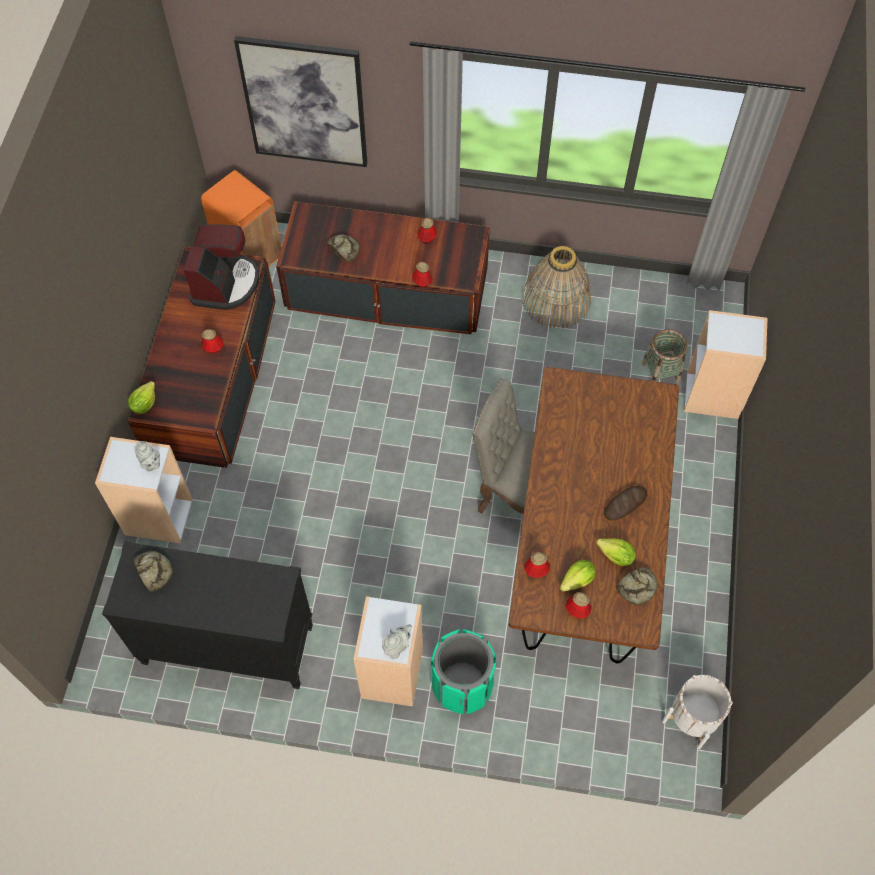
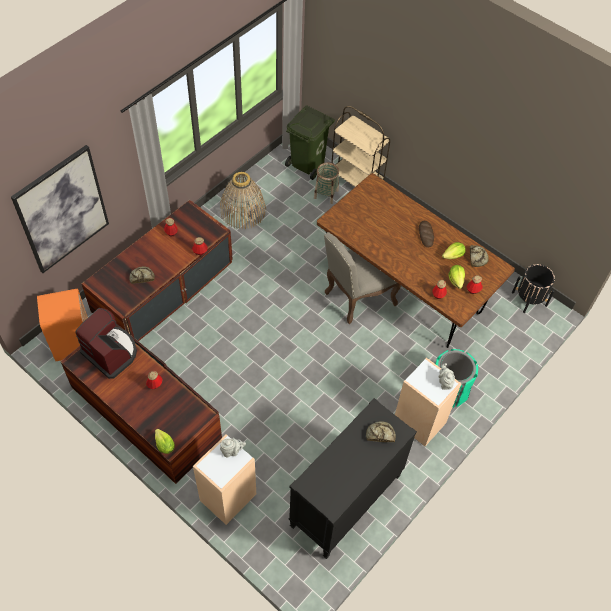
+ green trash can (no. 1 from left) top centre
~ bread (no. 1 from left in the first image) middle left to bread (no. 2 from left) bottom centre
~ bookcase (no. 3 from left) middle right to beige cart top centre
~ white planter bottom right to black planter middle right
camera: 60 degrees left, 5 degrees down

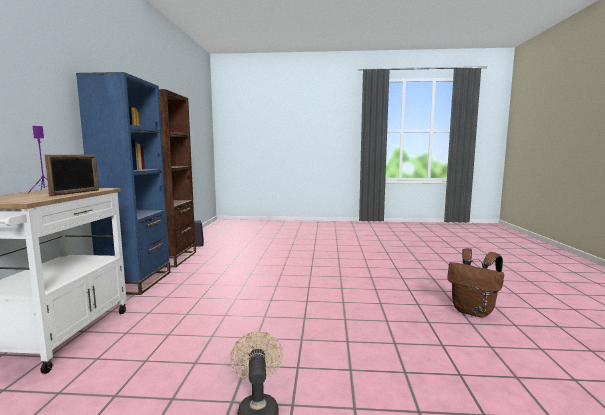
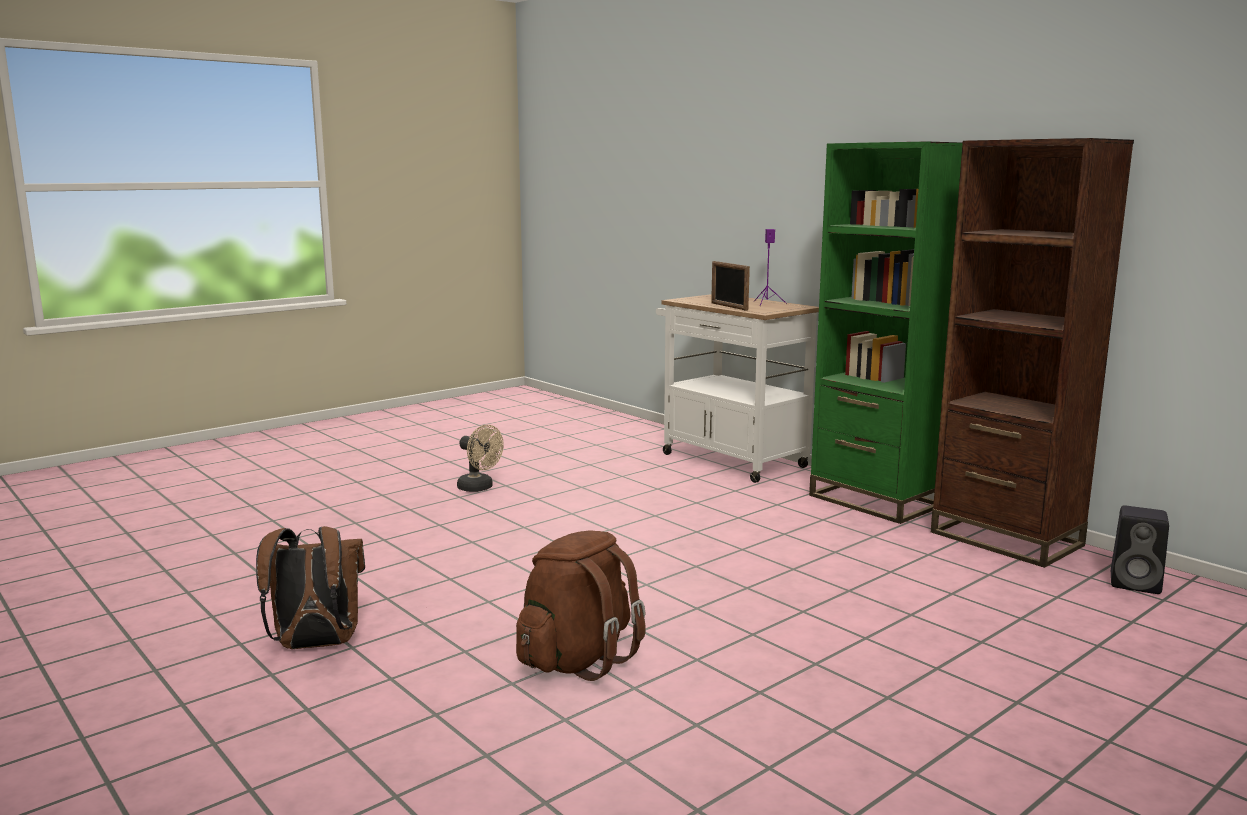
+ brown backpack (no. 2 from left) bottom centre
~ blue bookcase middle left to green bookcase middle right
camera: 135 degrees right, 5 degrees up

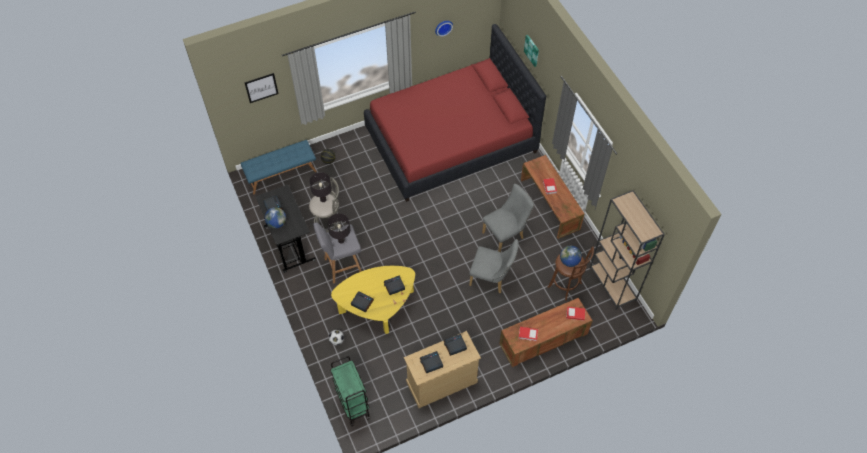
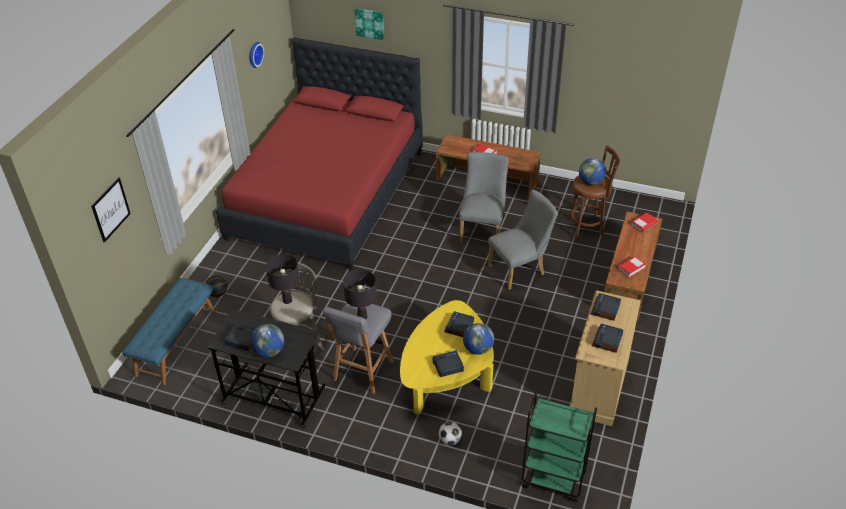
- bookcase middle right
+ globe (no. 2 from left) centre
camera: 45 degrees left, 15 degrees down

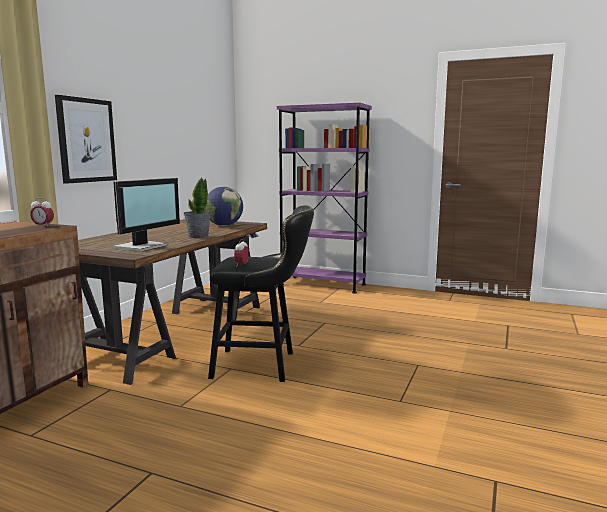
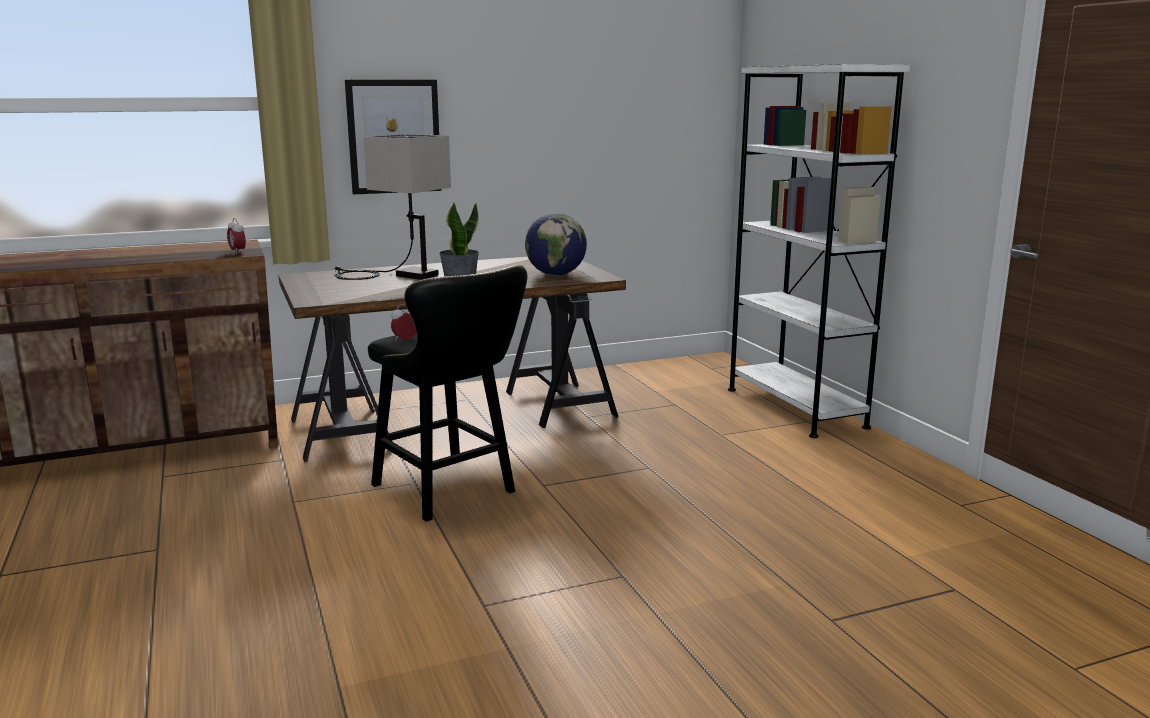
- monitor middle left
+ table lamp top centre
~ purple bookcase centre to white bookcase middle right
camera: 45 degrees right, 5 degrees up

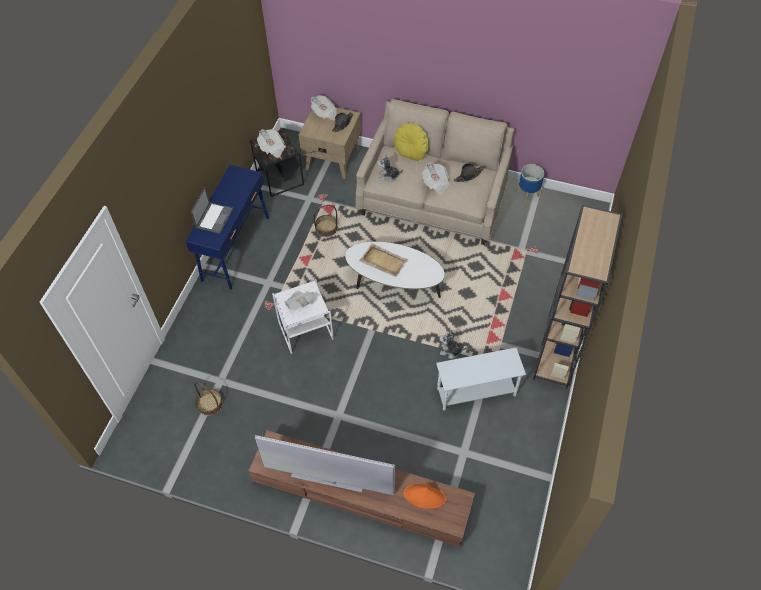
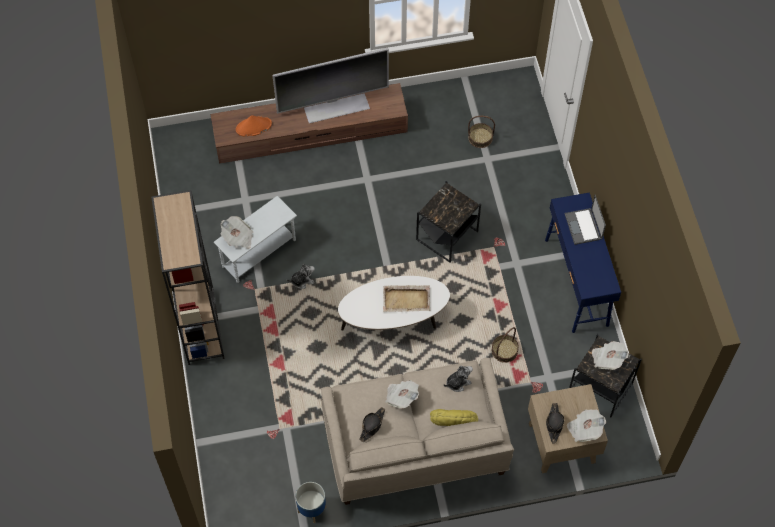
~ newspaper (no. 2 from left in the first image) centre to newspaper (no. 1 from left) middle left
~ white side table (no. 1 from left) centre to black side table (no. 1 from left) centre
camera: 150 degrees right, 5 degrees up

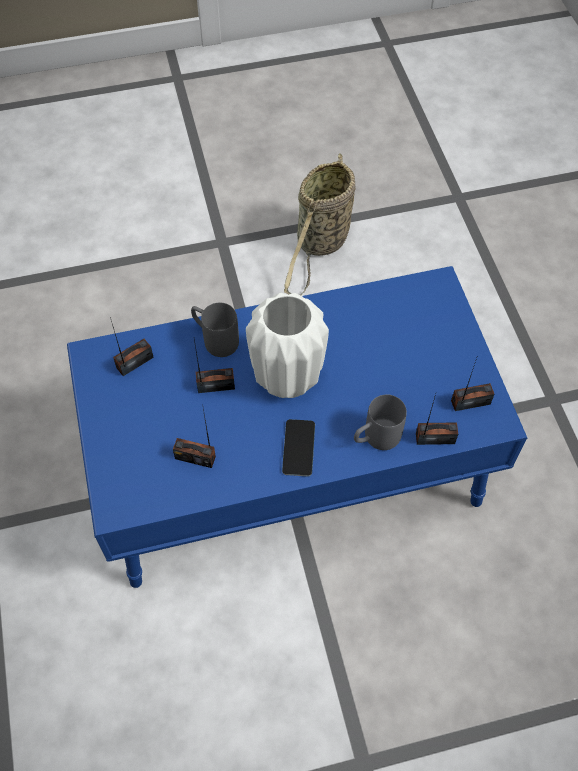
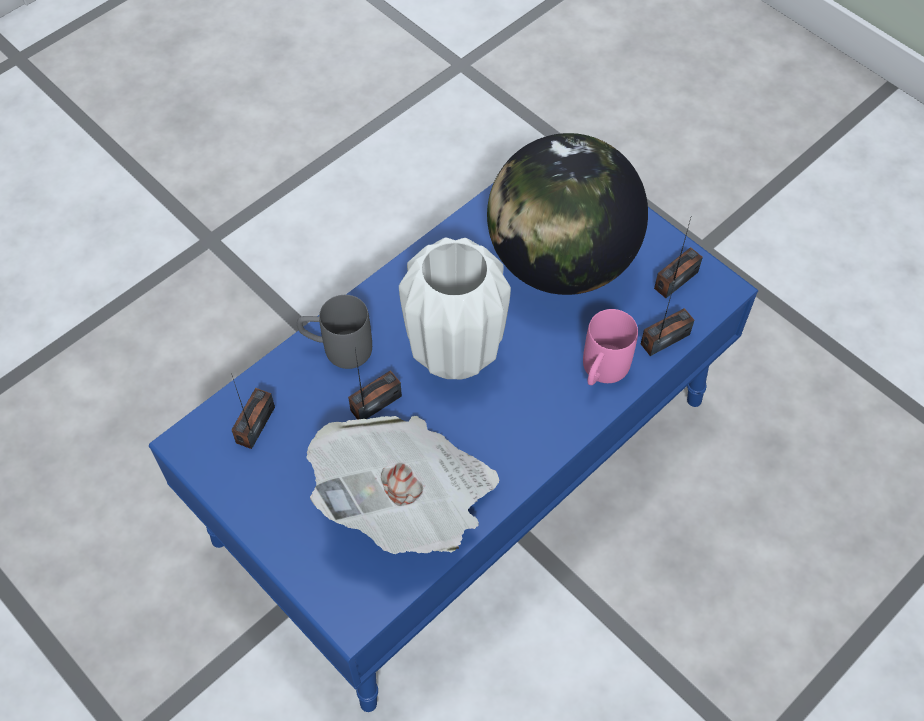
- phone centre
- basket top centre
+ globe top centre
~ radio (no. 2 from left) centre to newspaper bottom centre
~ grey mug (no. 2 from left) centre to pink mug centre
camera: 30 degrees left, 0 degrees up

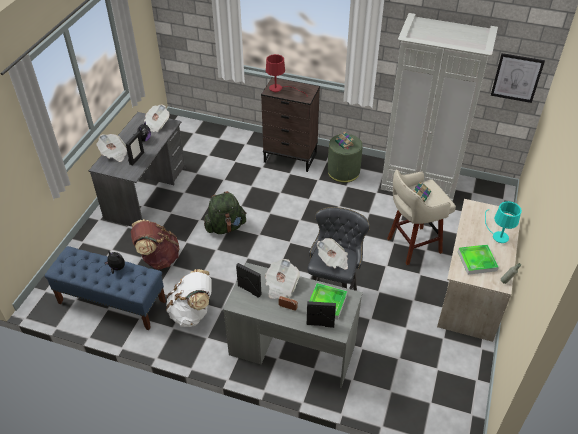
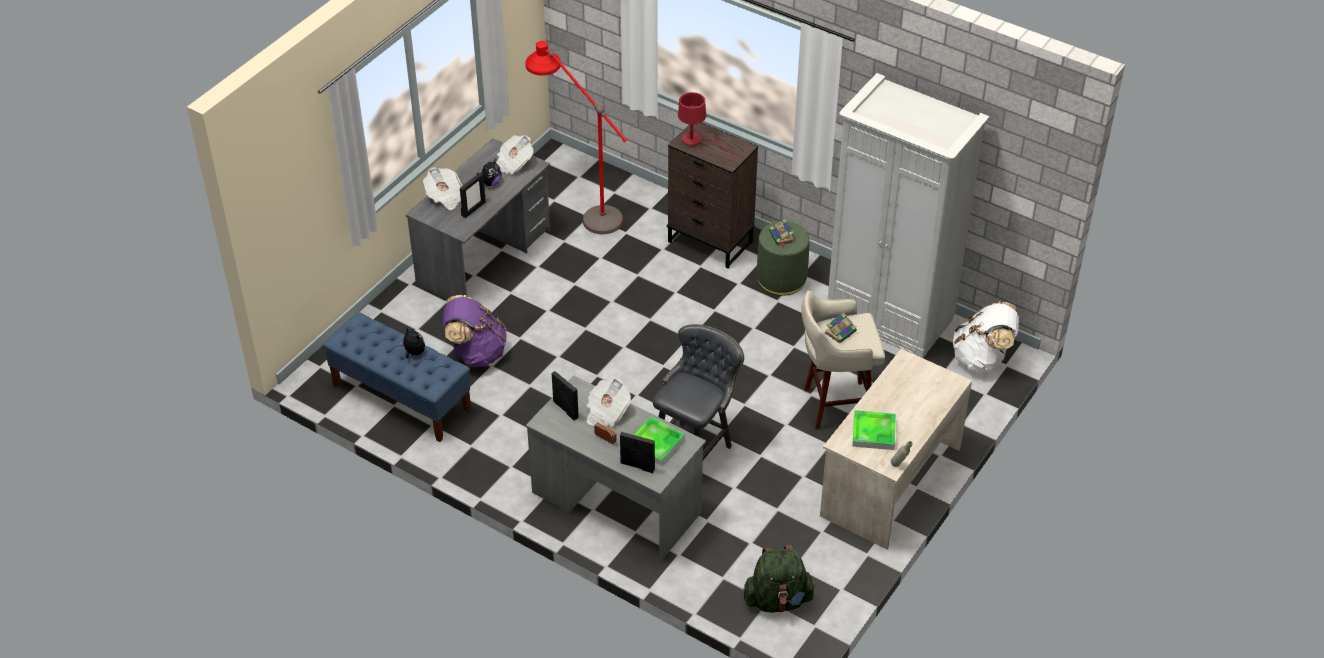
- newspaper (no. 4 from left) centre
- turquoise table lamp middle right
- picture top right
+ red floor lamp top centre
~ white backpack bottom left to middle right
~ green backpack centre to bottom centre
~ brown backpack middle left to purple backpack centre
camera: 15 degrees right, 0 degrees up

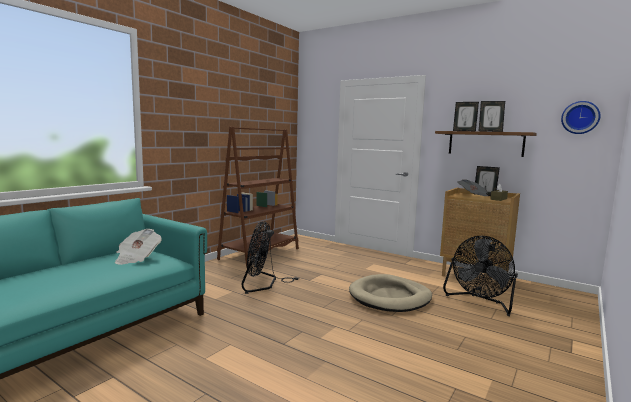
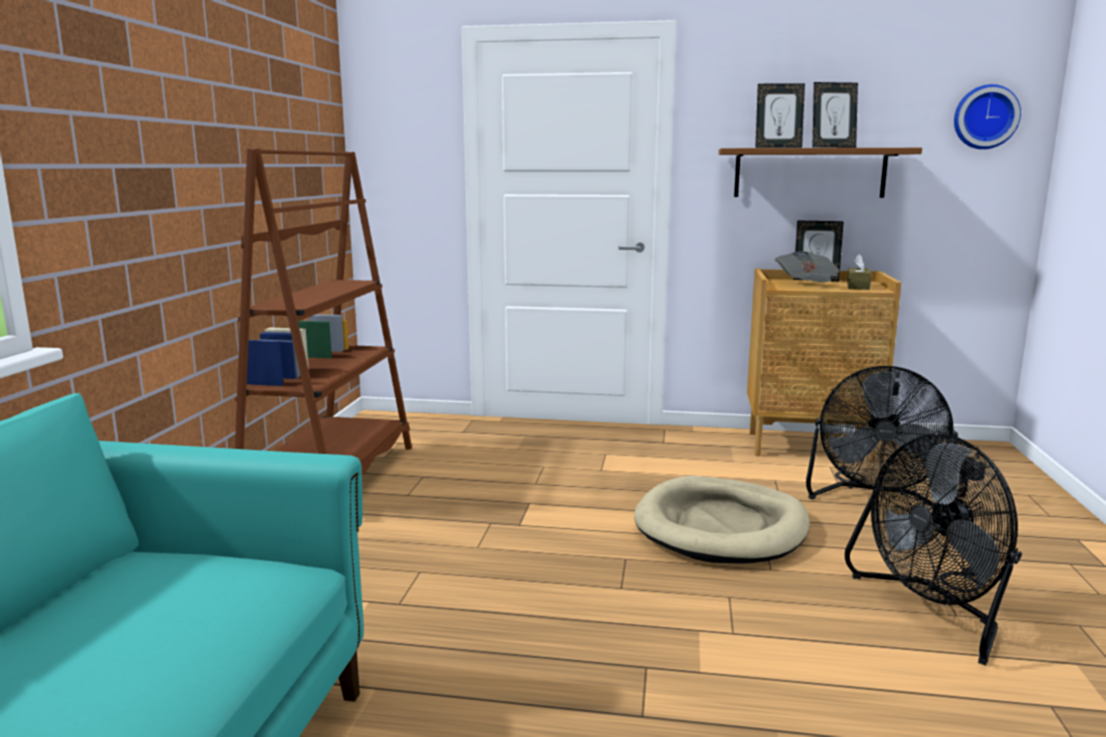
- newspaper (no. 1 from left) middle left
~ black fan (no. 1 from left in the first image) centre to black fan (no. 2 from left) bottom right
camera: 25 degrees left, 5 degrees up

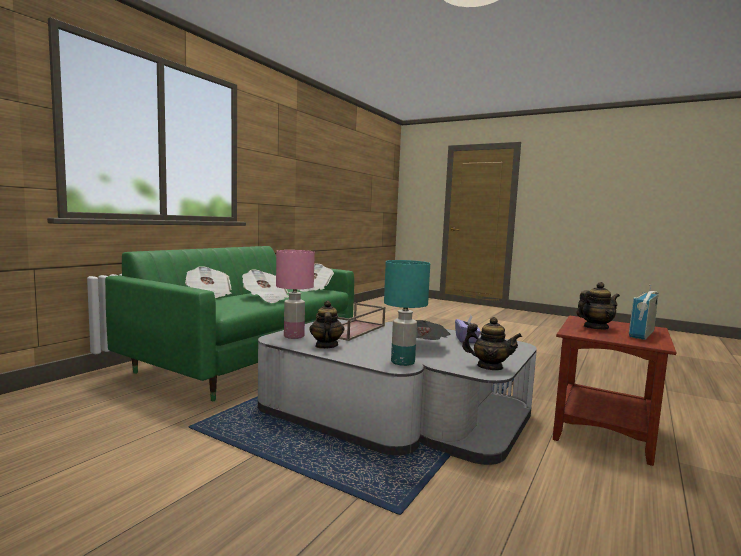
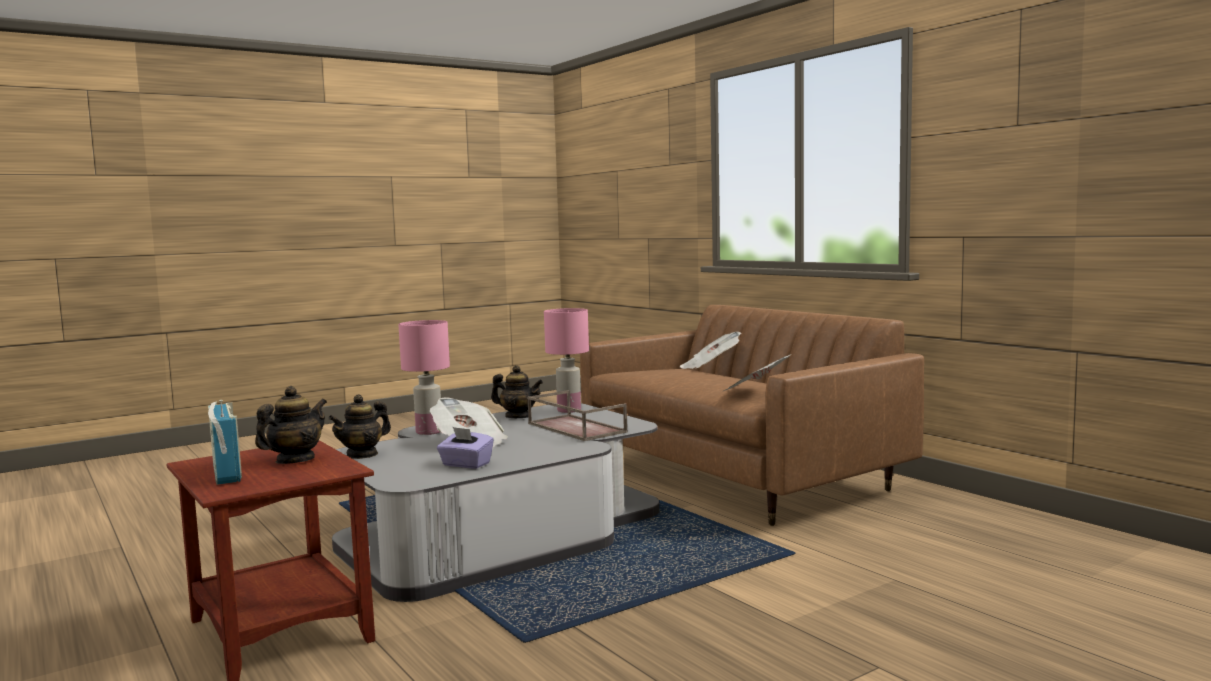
- newspaper (no. 2 from left) centre
~ green sofa middle left to brown sofa centre
~ turquoise table lamp centre to pink table lamp (no. 1 from left) centre
~ teapot (no. 3 from left in the first image) middle right = middle left 150 degrees counterclockwise
camera: 115 degrees right, 0 degrees up

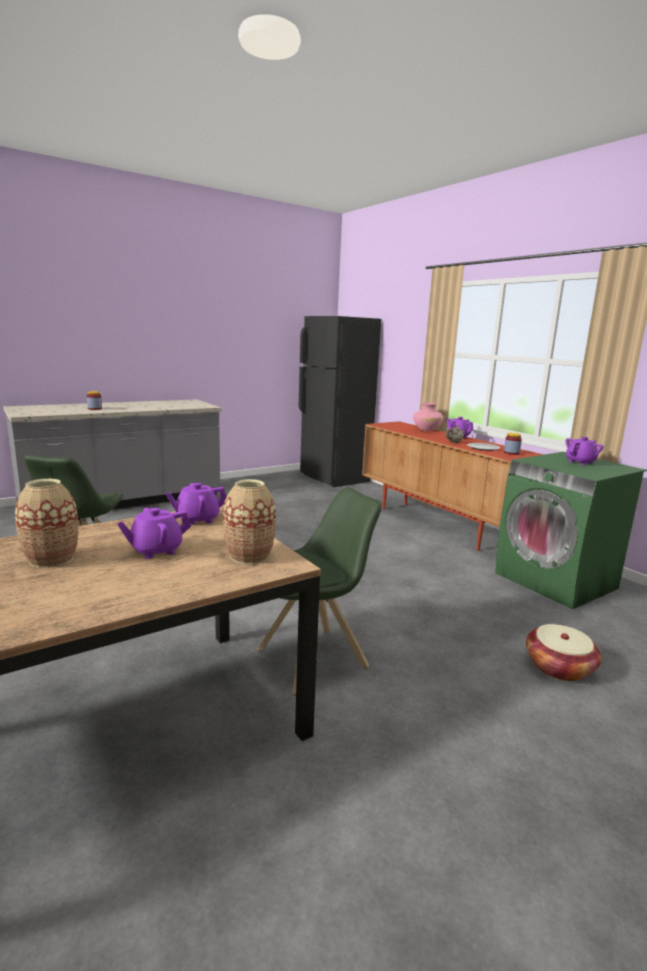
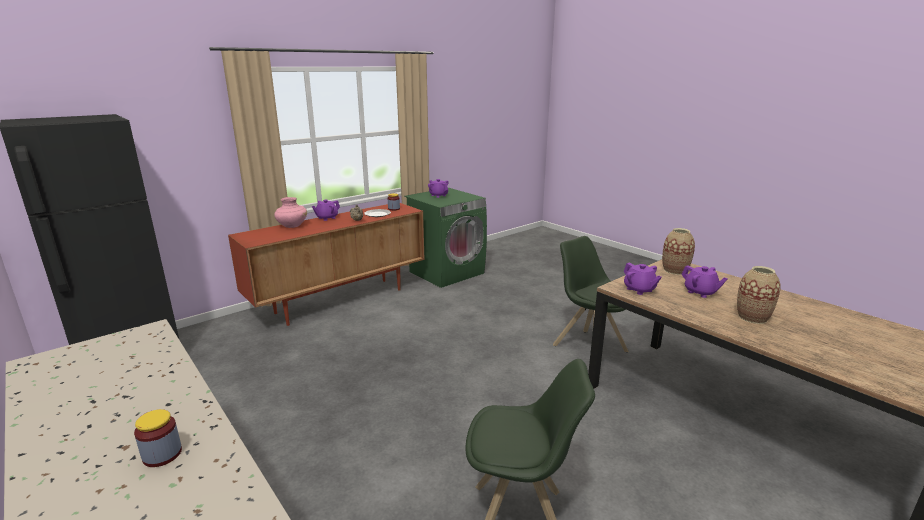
- basket bottom right
camera: 95 degrees left, 5 degrees up

